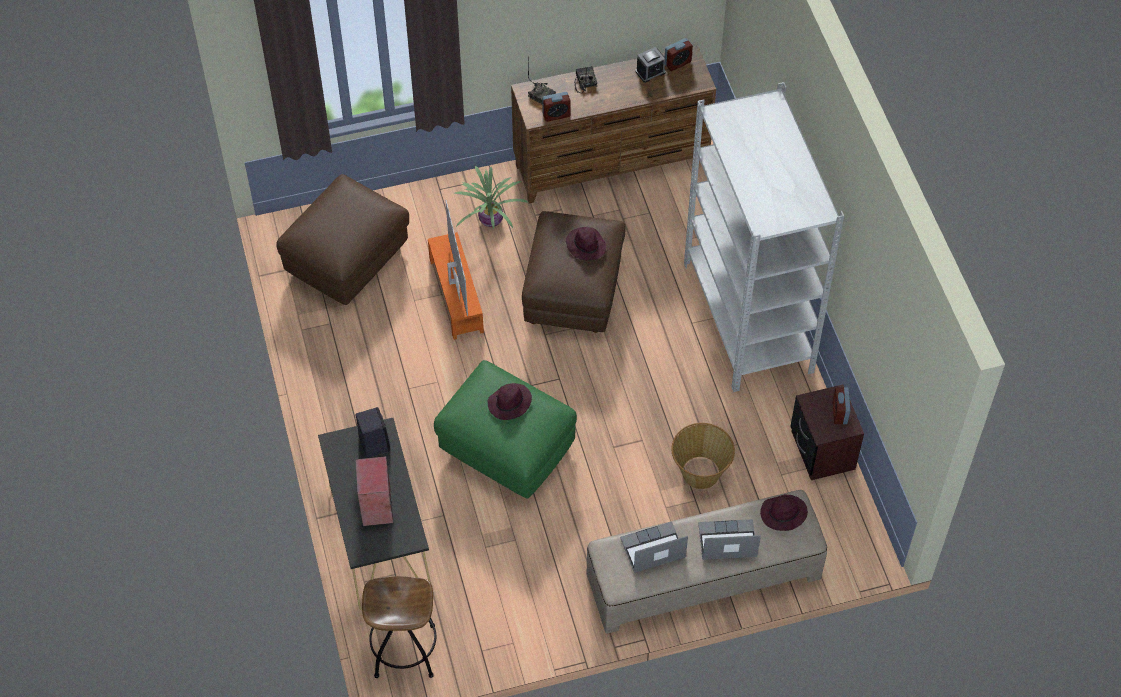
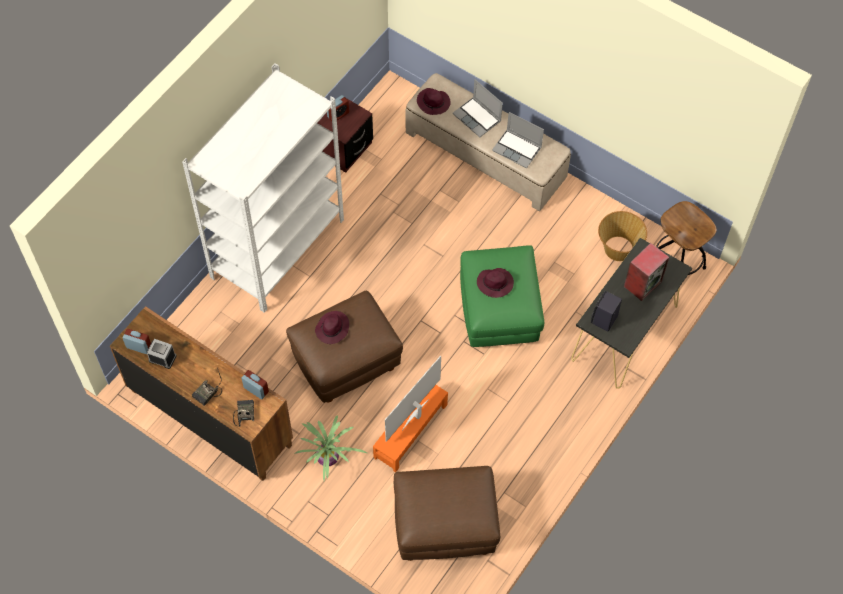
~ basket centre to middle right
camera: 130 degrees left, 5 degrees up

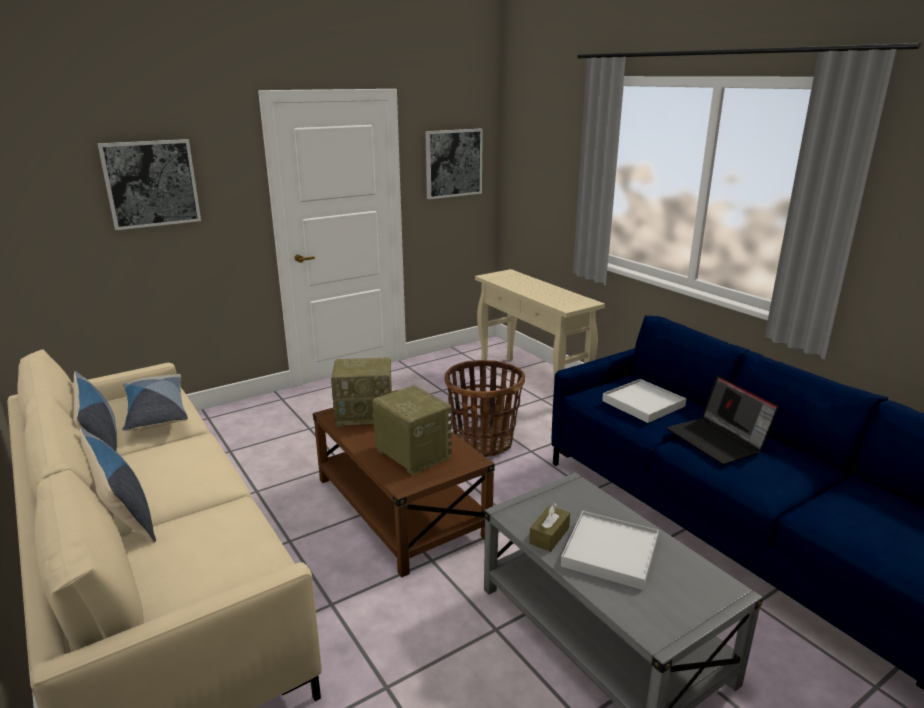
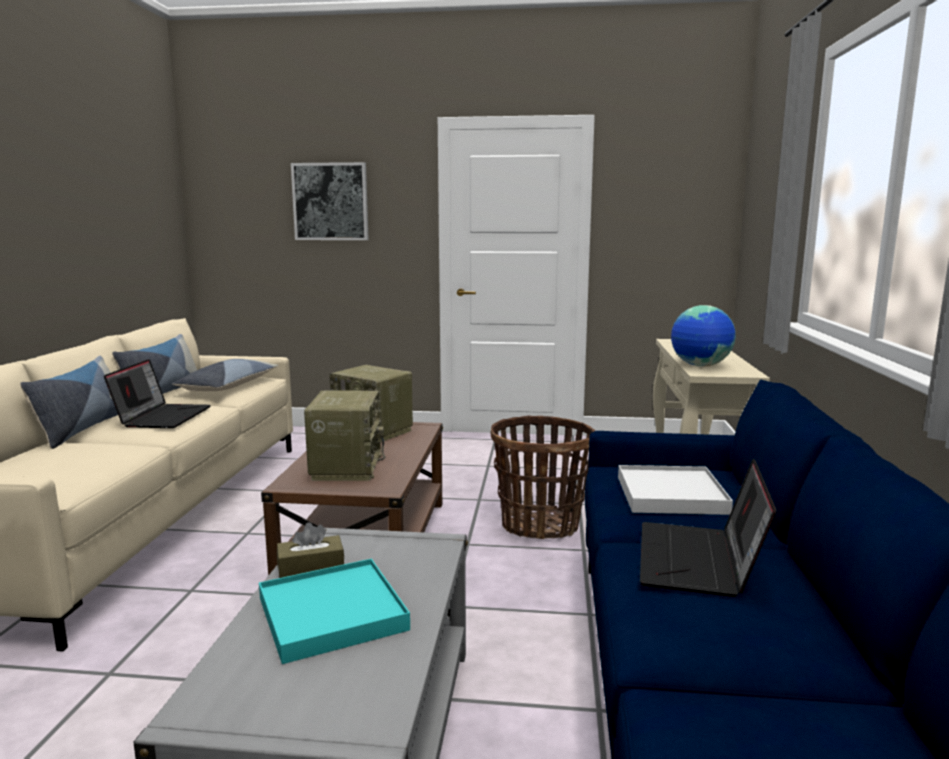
- picture (no. 2 from left) top centre
+ laptop (no. 1 from left) middle left
+ globe middle right
~ white tray (no. 1 from left) bottom centre to turquoise tray bottom centre
camera: 40 degrees right, 10 degrees down

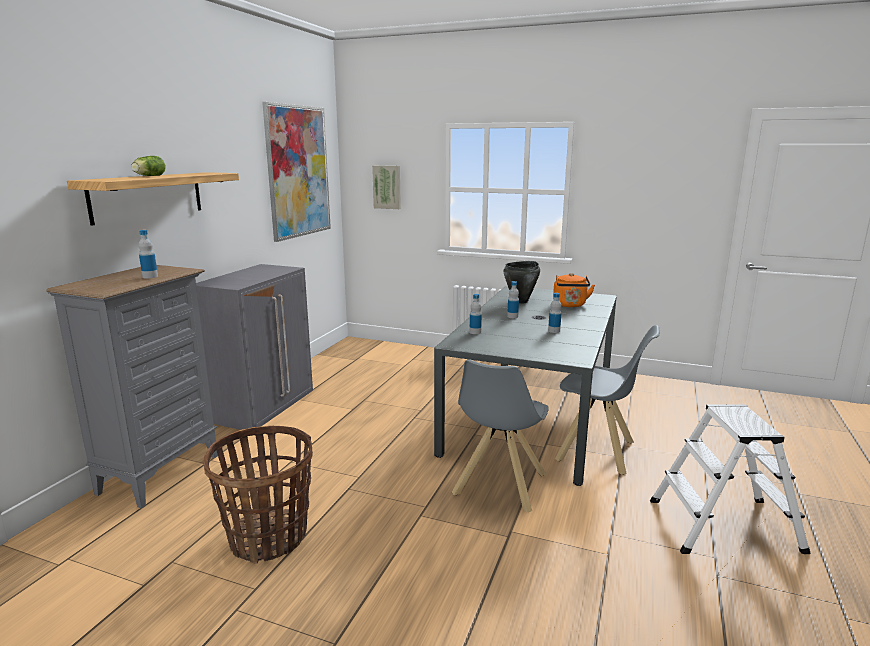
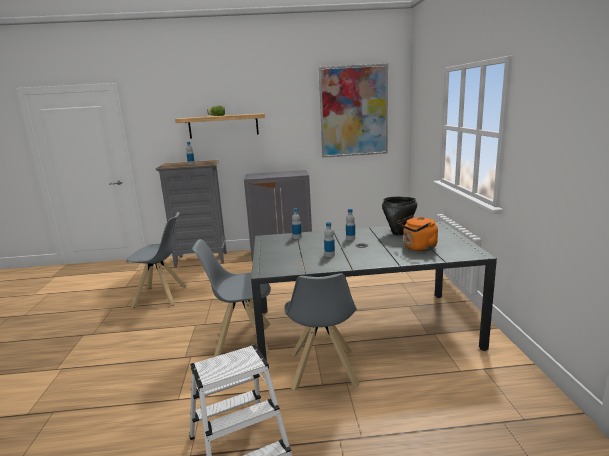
- picture (no. 2 from left) top centre
~ basket bottom left to grey chair (no. 1 from left) middle left
camera: 65 degrees right, 0 degrees up

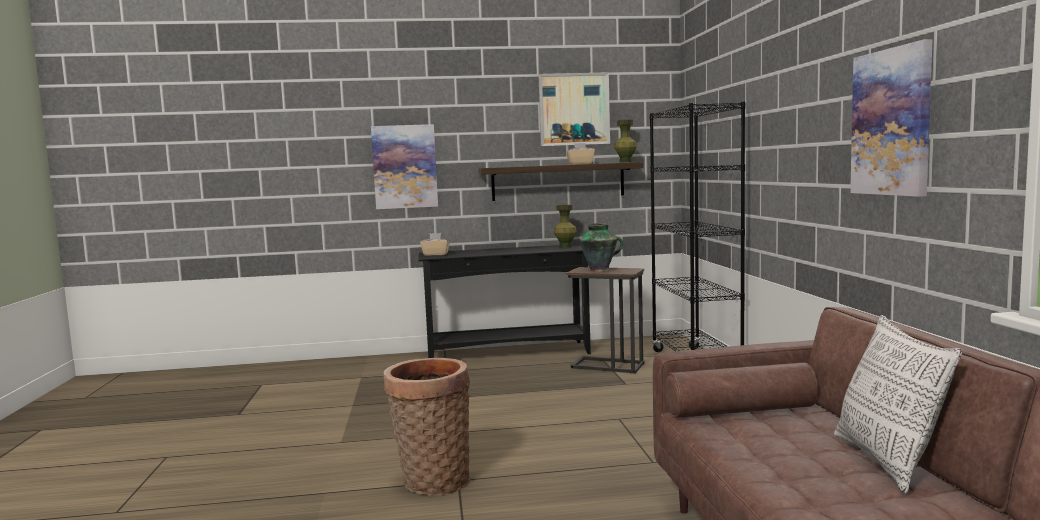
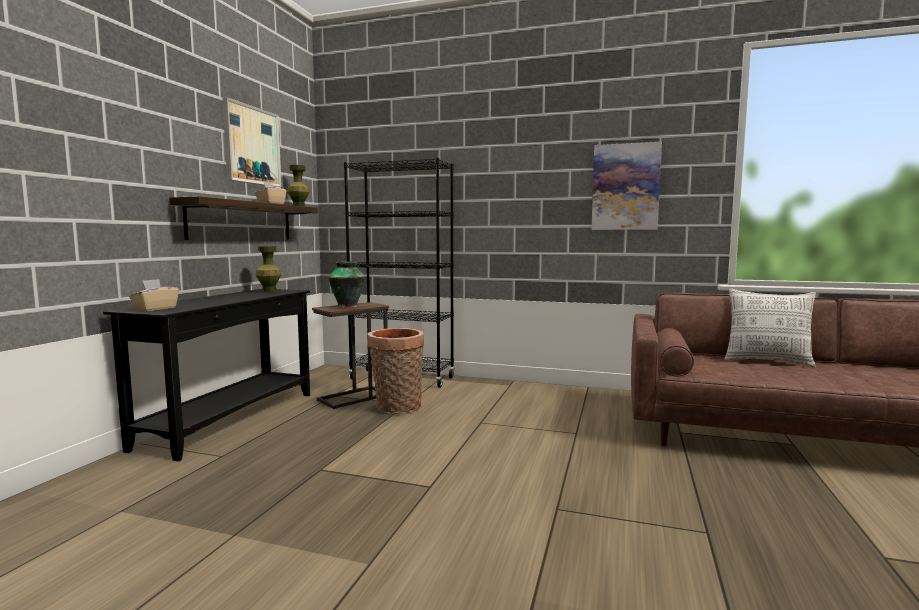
- picture (no. 1 from left) top centre
~ basket bottom centre to centre
camera: 65 degrees left, 0 degrees up

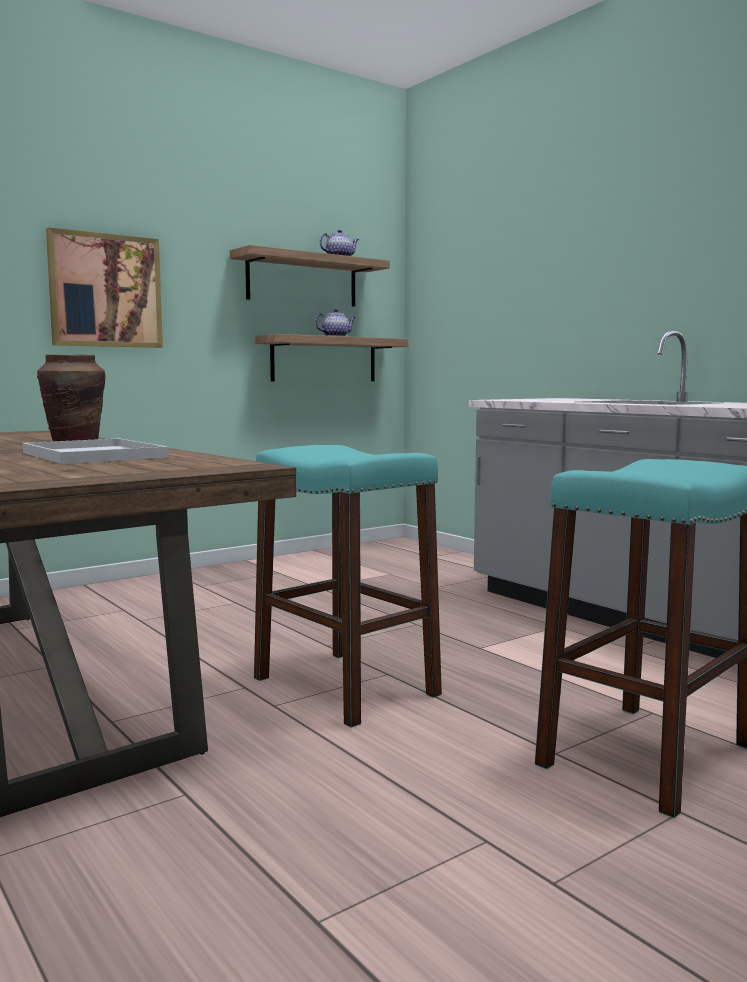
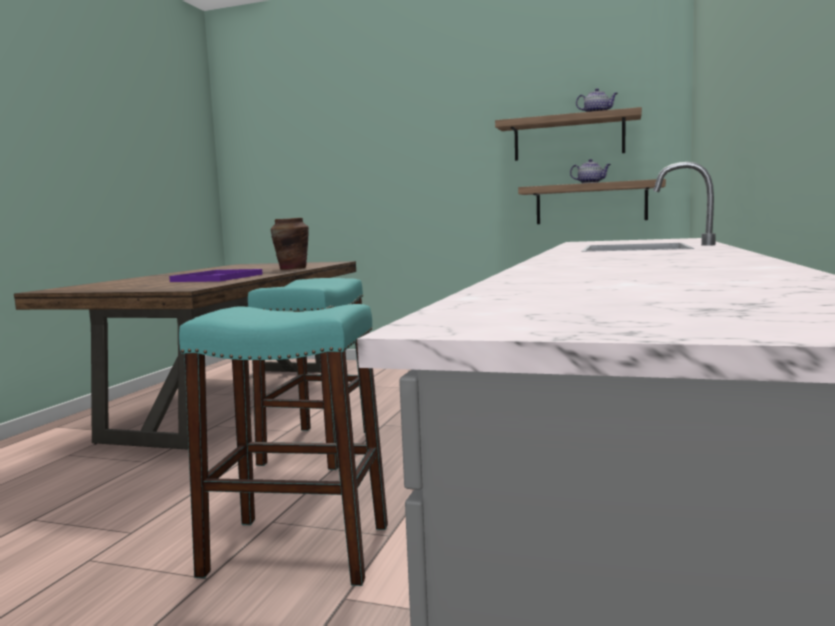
- picture top left
~ white tray middle left to purple tray middle left
camera: 55 degrees right, 0 degrees up

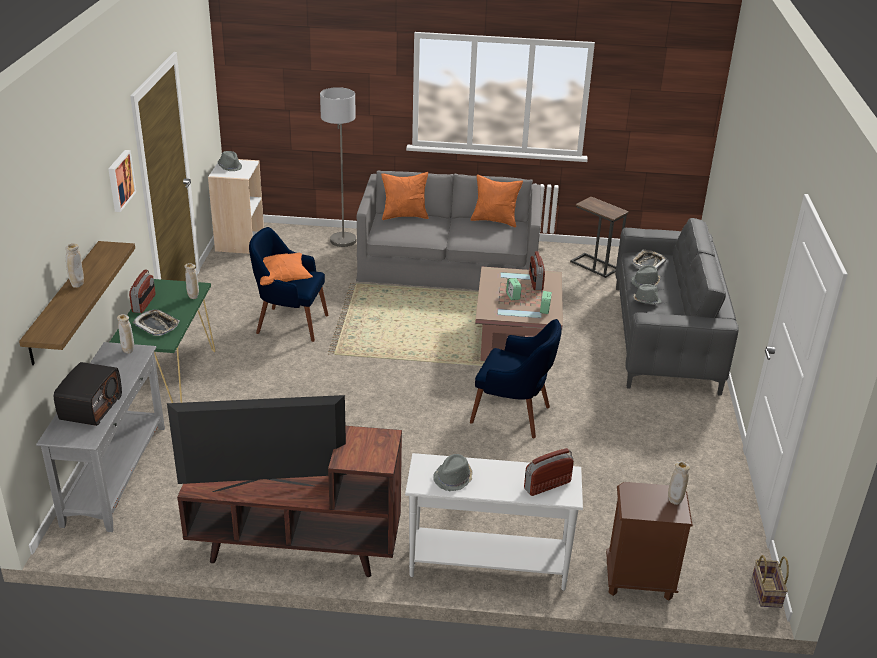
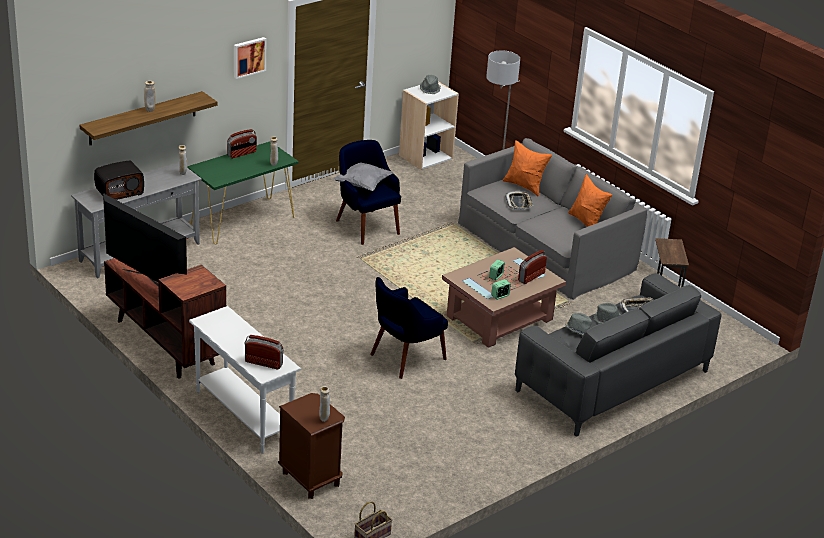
- grey hat (no. 2 from left) bottom centre
~ tray (no. 1 from left) middle left to centre
~ orange pillow (no. 1 from left) middle left to grey pillow top centre
~ blue armchair (no. 2 from left) centre = centre 75 degrees clockwise
camera: 45 degrees right, 0 degrees up

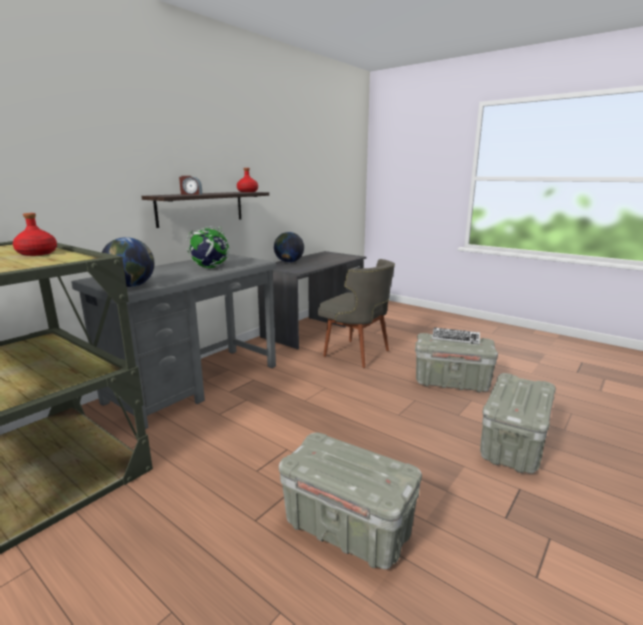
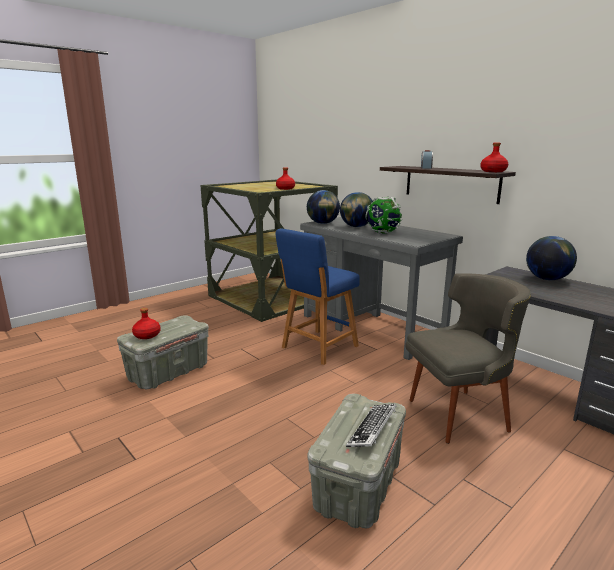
- grey storage box (no. 3 from left) bottom right
+ red bottle (no. 1 from left) middle left
+ blue stool centre
+ globe (no. 2 from left) centre
~ grey chair centre = middle right 150 degrees counterclockwise
camera: 100 degrees right, 0 degrees up

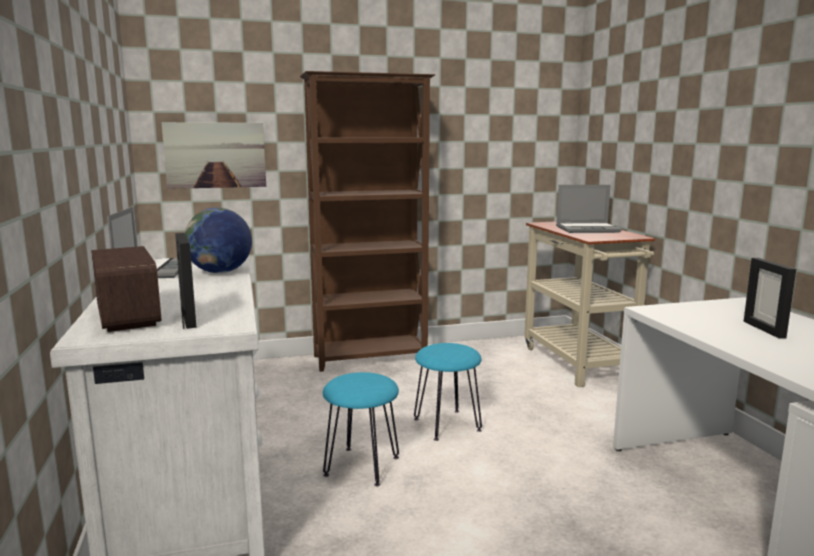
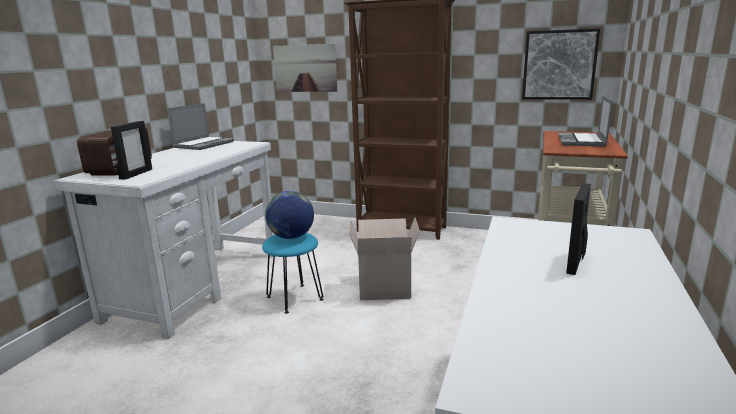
+ picture (no. 2 from left) top right
~ globe middle left to centre
~ turquoise stool (no. 2 from left) bottom centre to cardboard box centre
~ laptop (no. 2 from left) middle right = top right 75 degrees clockwise
camera: 35 degrees right, 5 degrees up

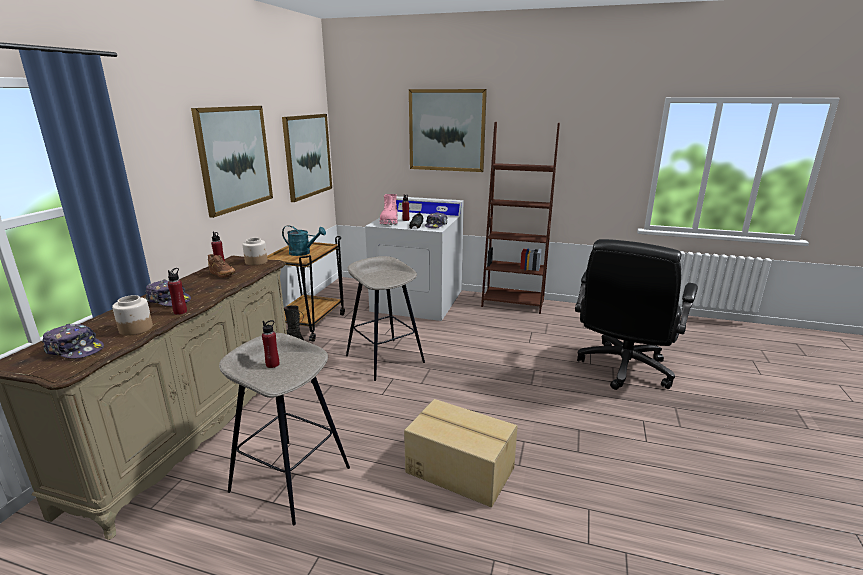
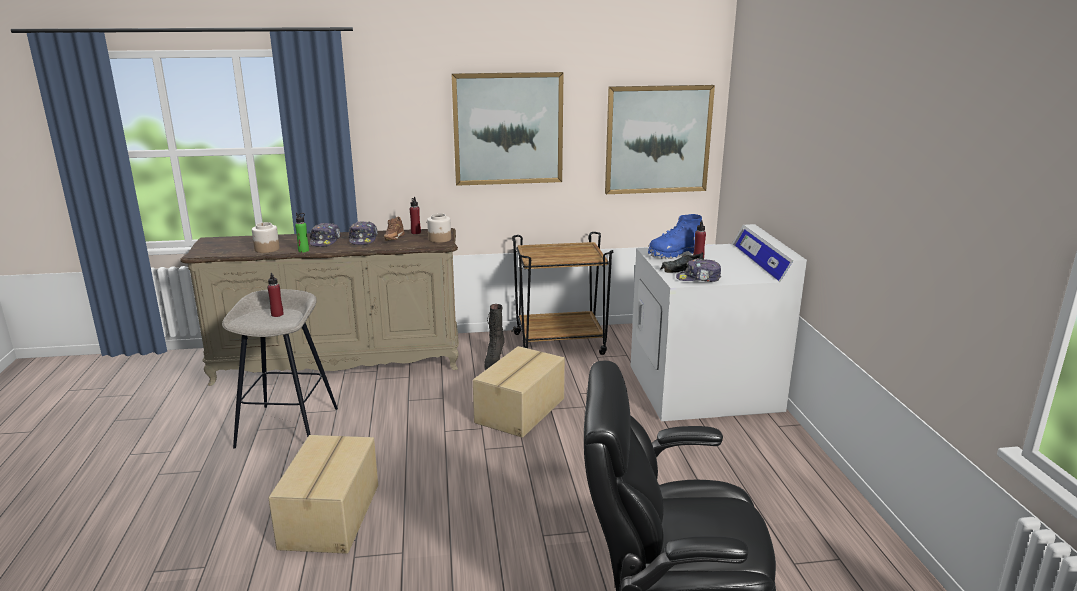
- turquoise watering can centre
- picture (no. 3 from left) top centre
- brown bookcase centre
~ cap (no. 1 from left in the first image) middle left to cap (no. 2 from left) centre
~ grey stool (no. 2 from left) centre to cardboard box (no. 2 from left) centre
~ red bottle (no. 1 from left) middle left to green bottle middle left
~ pink boot centre to blue boot centre
camera: 65 degrees right, 0 degrees up

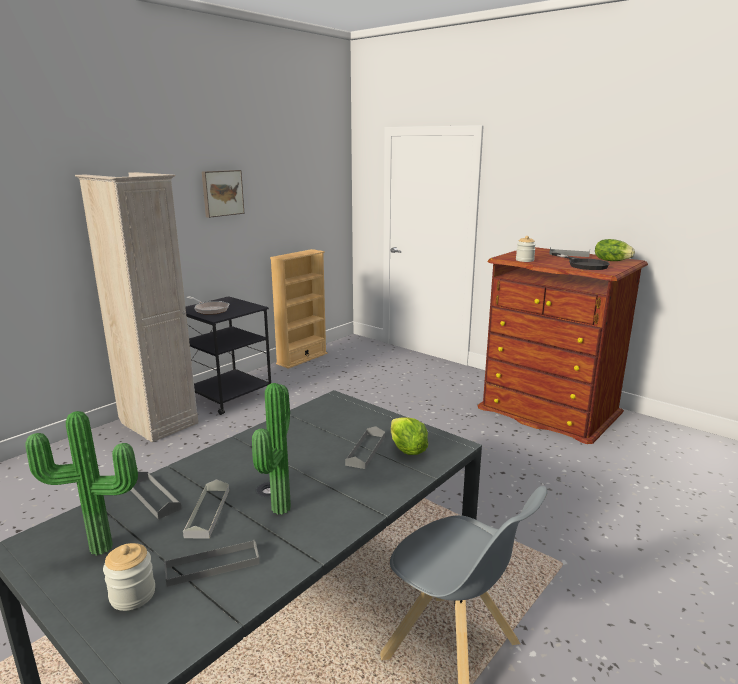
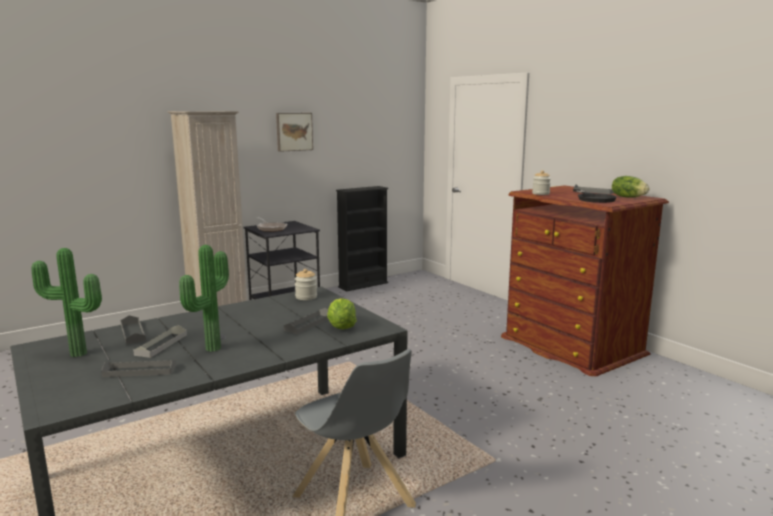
~ jar (no. 1 from left) bottom left to centre
~ beige bookcase centre to black bookcase centre
camera: 15 degrees right, 5 degrees down

